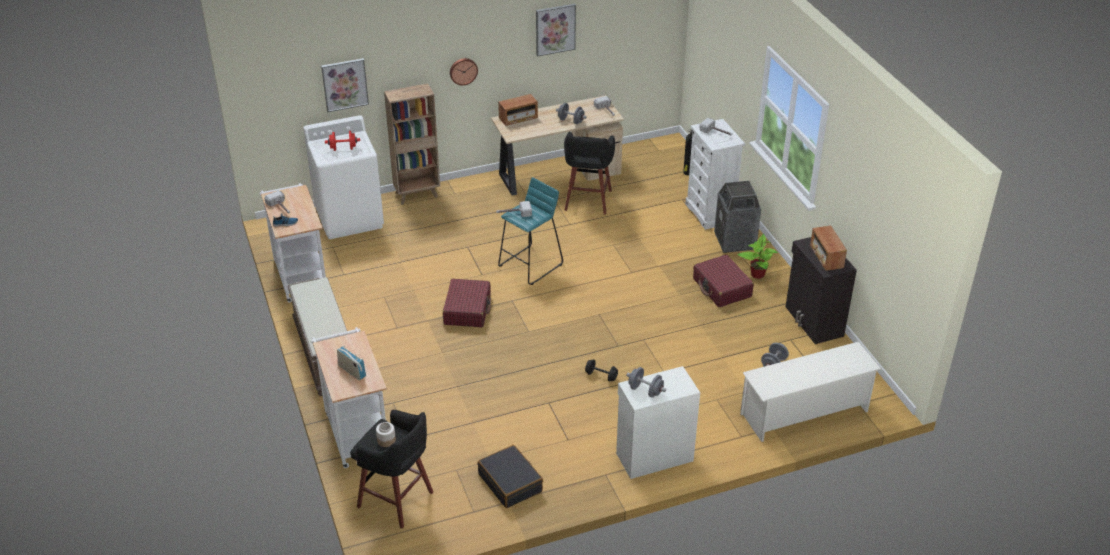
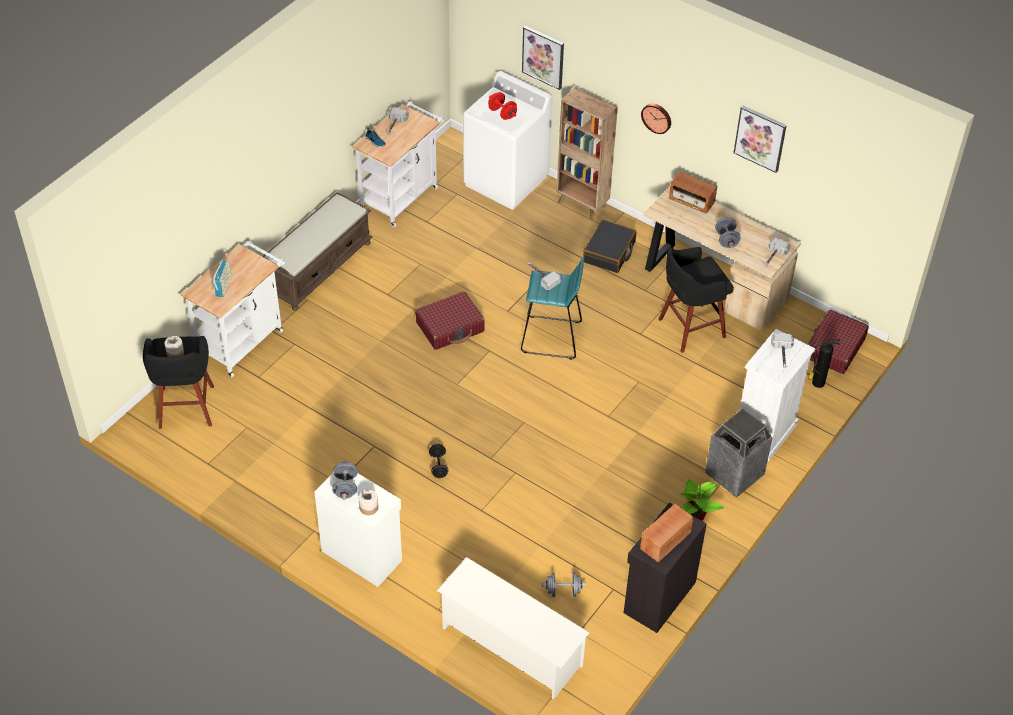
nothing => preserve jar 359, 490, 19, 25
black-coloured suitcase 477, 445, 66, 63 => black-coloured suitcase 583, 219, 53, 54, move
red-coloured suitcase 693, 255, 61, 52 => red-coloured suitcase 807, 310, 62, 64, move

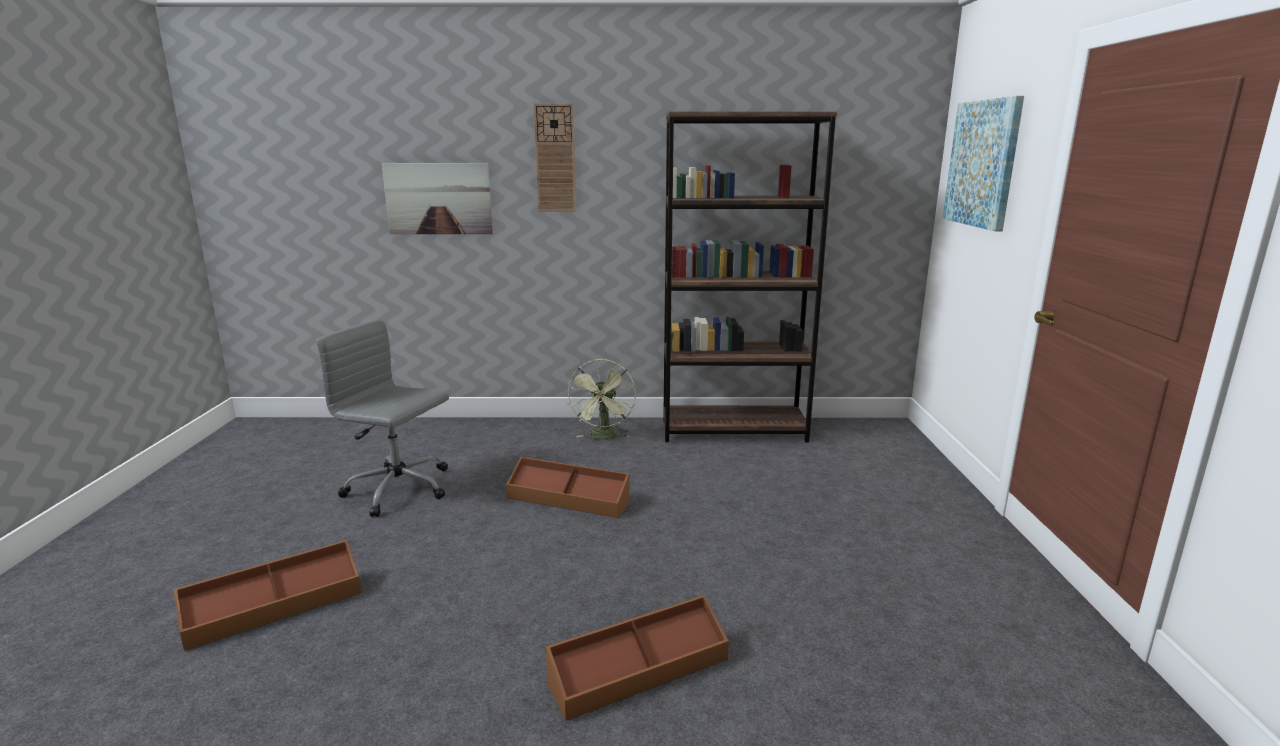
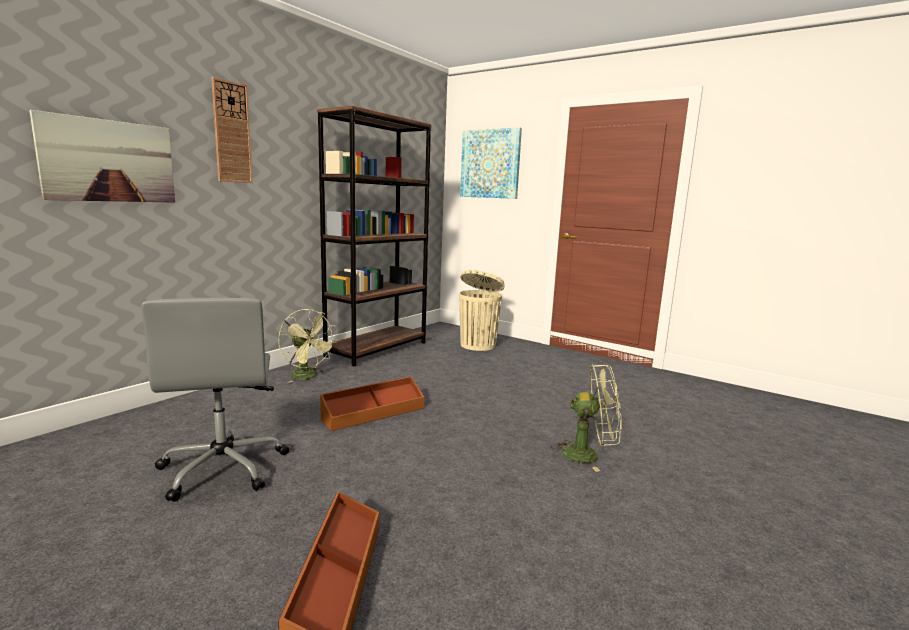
nothing => sand-coloured waste bin 459, 270, 46, 81
brown-coloured storage container 546, 595, 183, 126 => green fan 551, 364, 71, 108
gray office chair 316, 319, 133, 198 => gray office chair 141, 297, 148, 205, 75 degrees counterclockwise

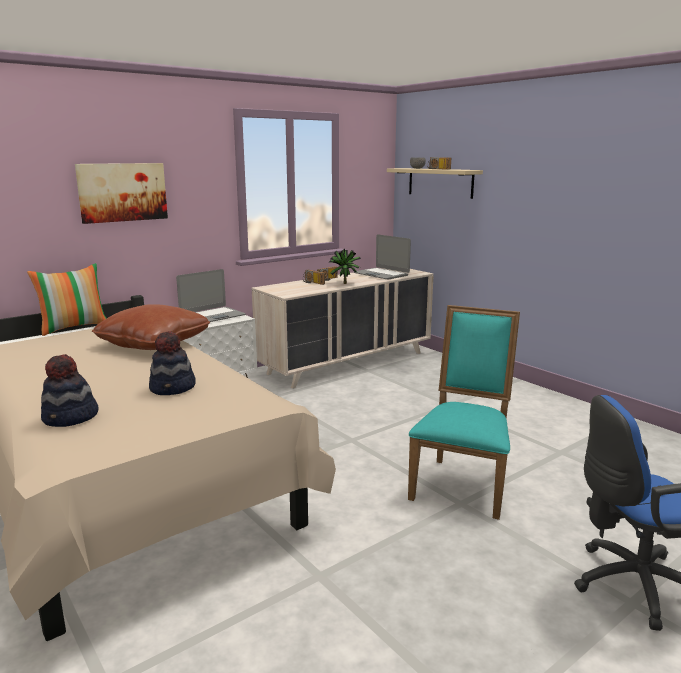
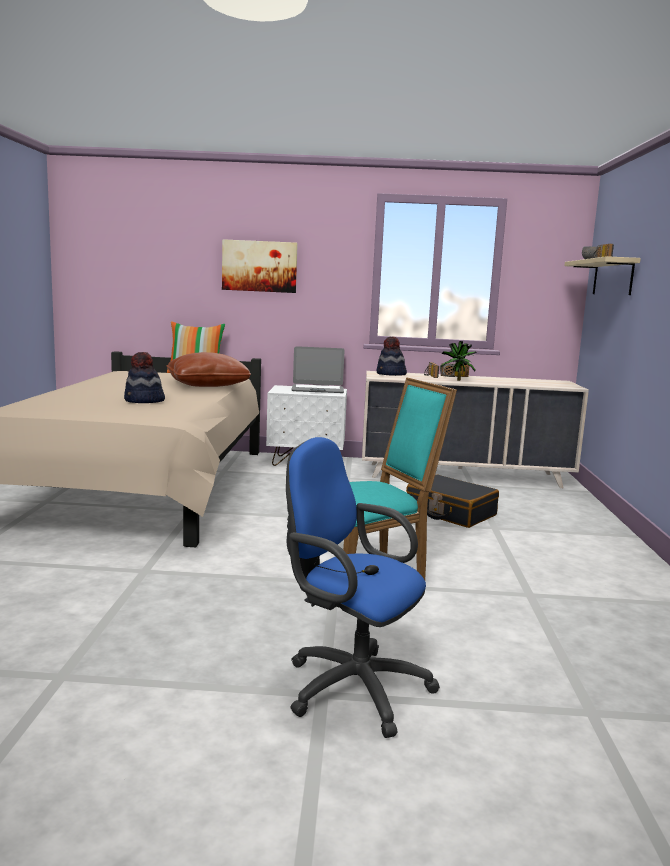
laptop 353, 234, 58, 45 => nothing
nothing => black-coloured suitcase 406, 474, 93, 54
wearable hat 41, 354, 57, 73 => wearable hat 376, 337, 31, 39, move

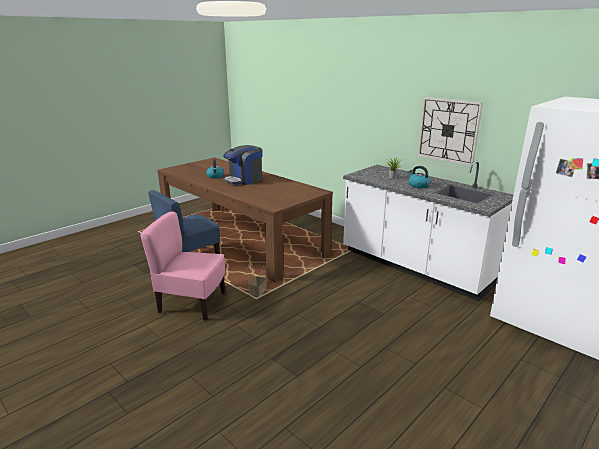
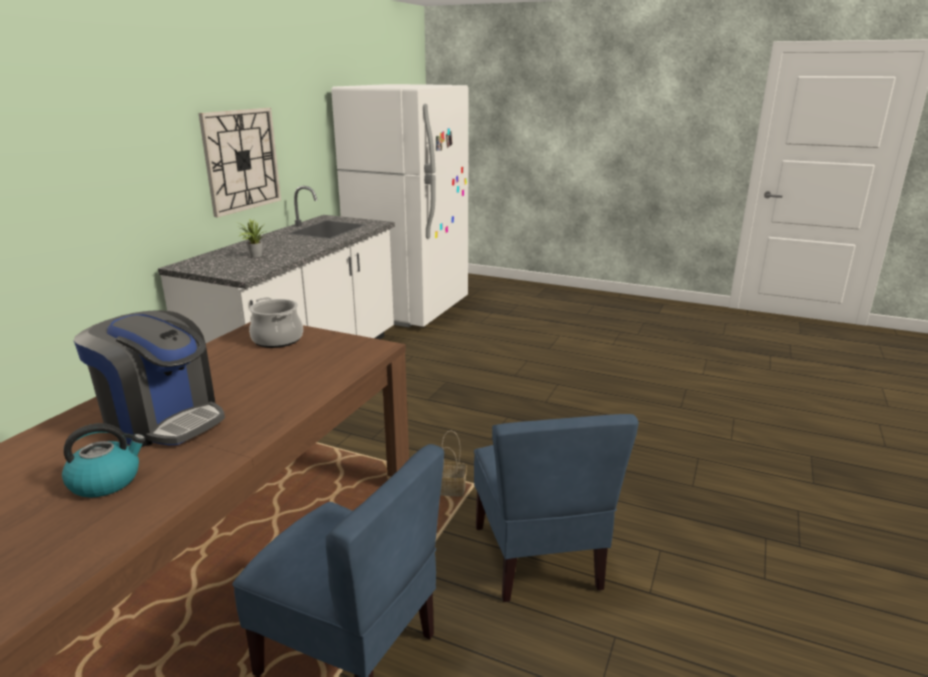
kettle 408, 166, 23, 23 => nothing
nothing => cooking pot 249, 297, 54, 51
pink-coloured upright chair 140, 211, 85, 110 => blue-coloured upright chair 474, 414, 165, 188

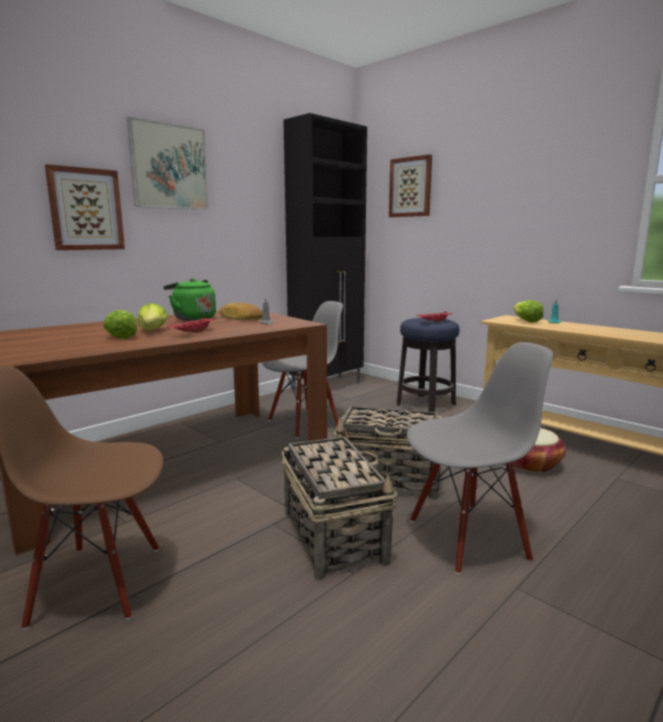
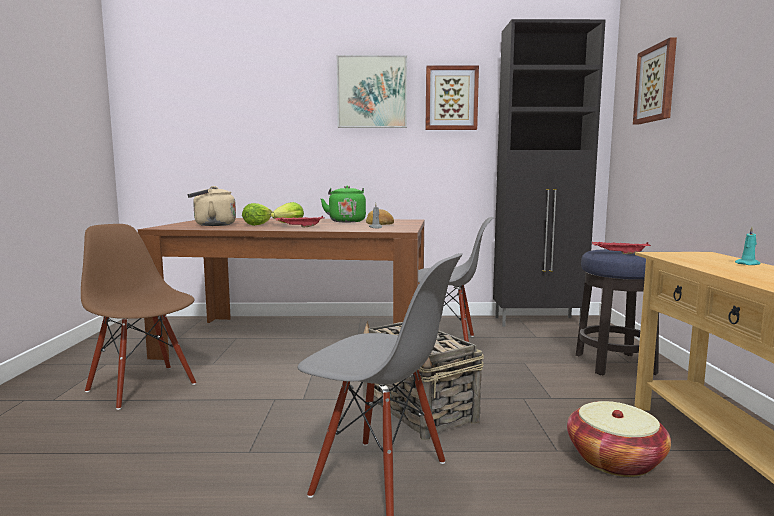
household basket 282, 429, 115, 152 => nothing
lettuce 514, 300, 29, 22 => nothing
nothing => sand-coloured kettle 187, 186, 49, 40
wall picture 45, 164, 80, 86 => wall picture 426, 65, 53, 65, move

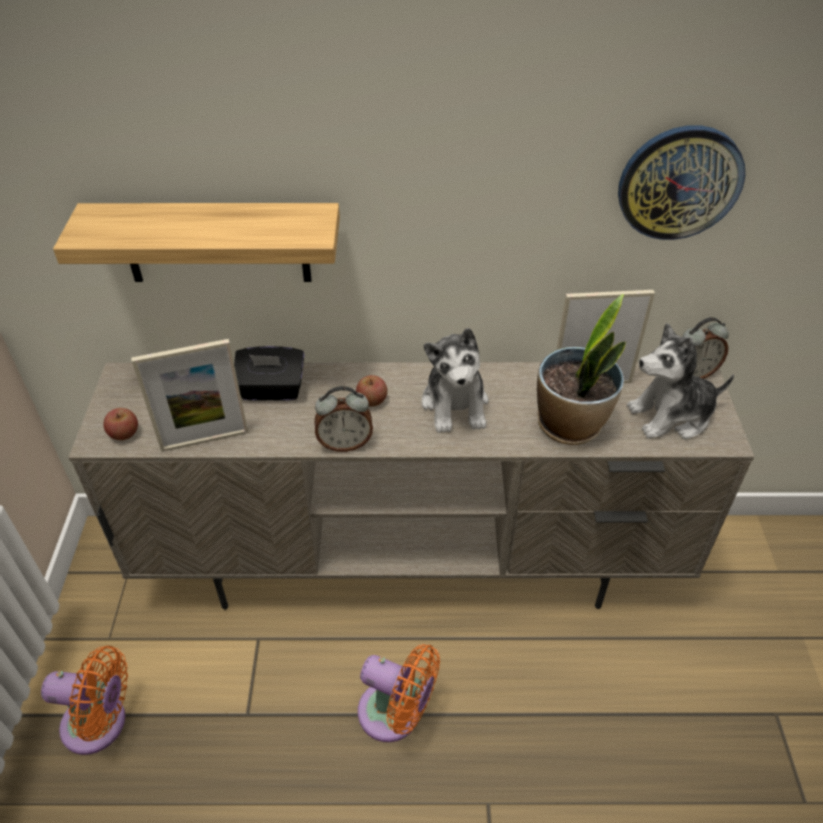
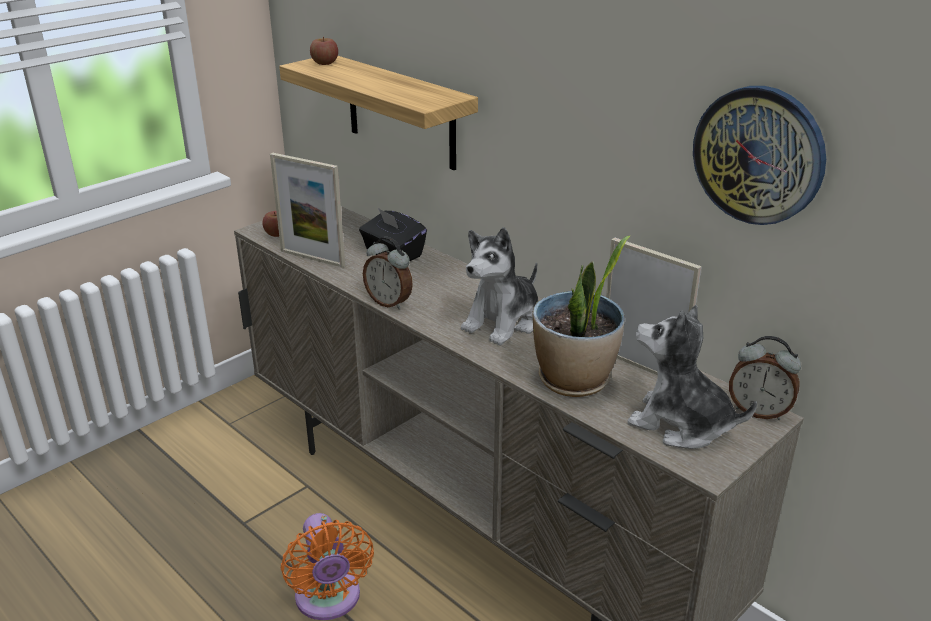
orange fan 41, 646, 87, 109 => nothing
apple 356, 375, 31, 32 => apple 310, 37, 28, 28, move

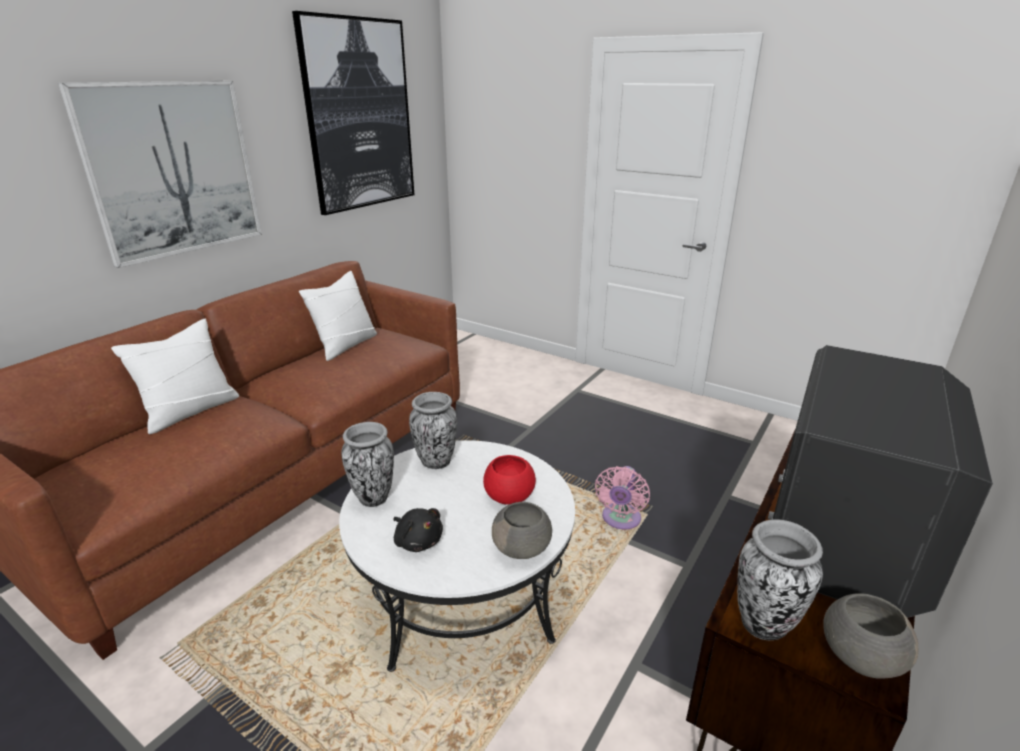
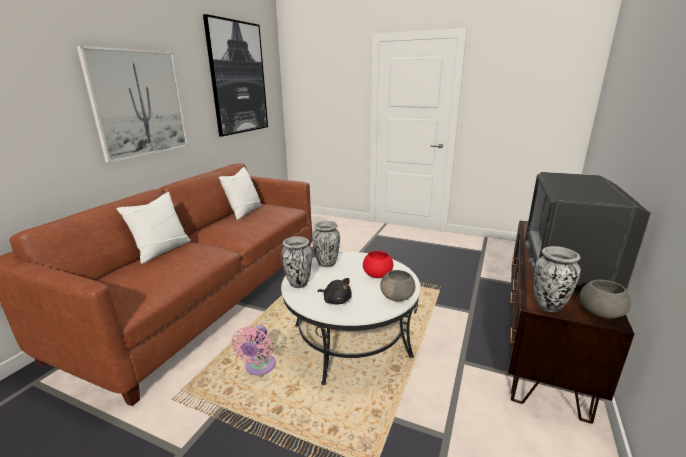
pink-coloured fan 595, 466, 55, 64 => pink-coloured fan 232, 325, 44, 50, move

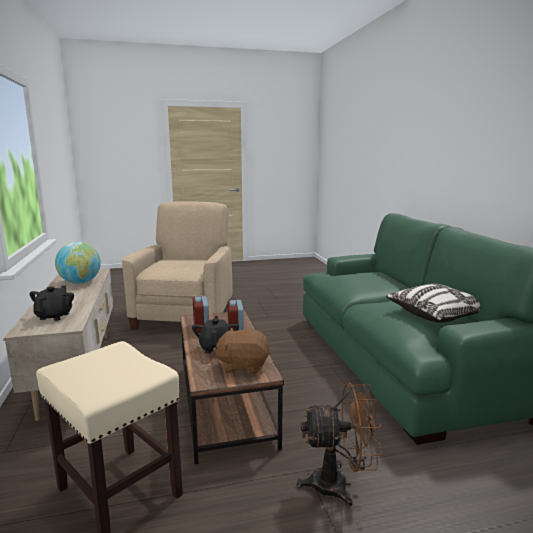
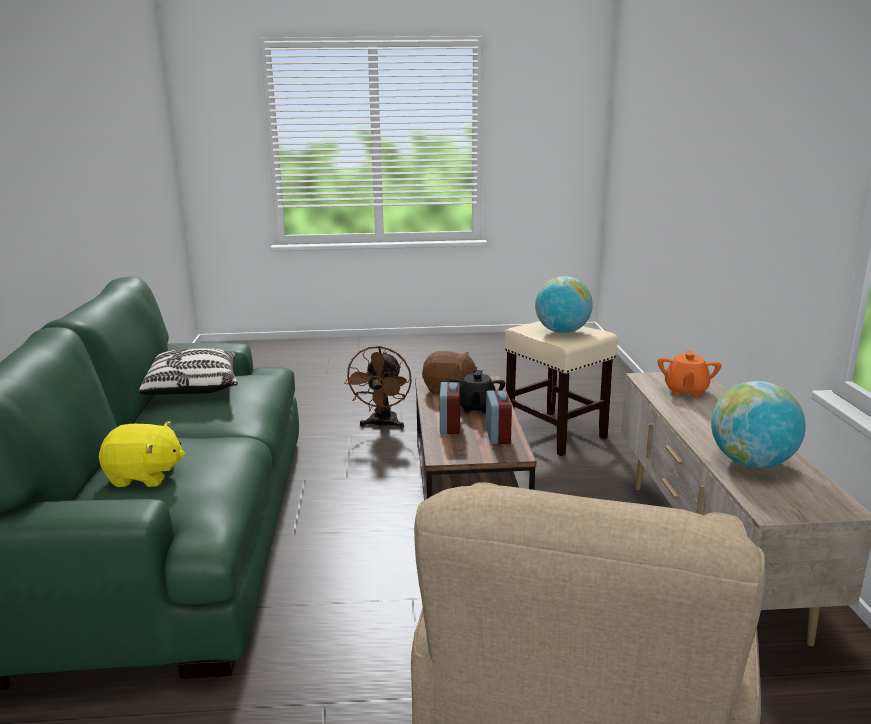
nothing => yellowish plush toy 99, 421, 86, 66
nothing => globe 535, 276, 58, 57
black-coloured teapot 30, 286, 44, 35 => orange teapot 658, 351, 63, 46
brown-coloured fan 296, 382, 86, 126 => brown-coloured fan 344, 346, 68, 83, 90 degrees counterclockwise

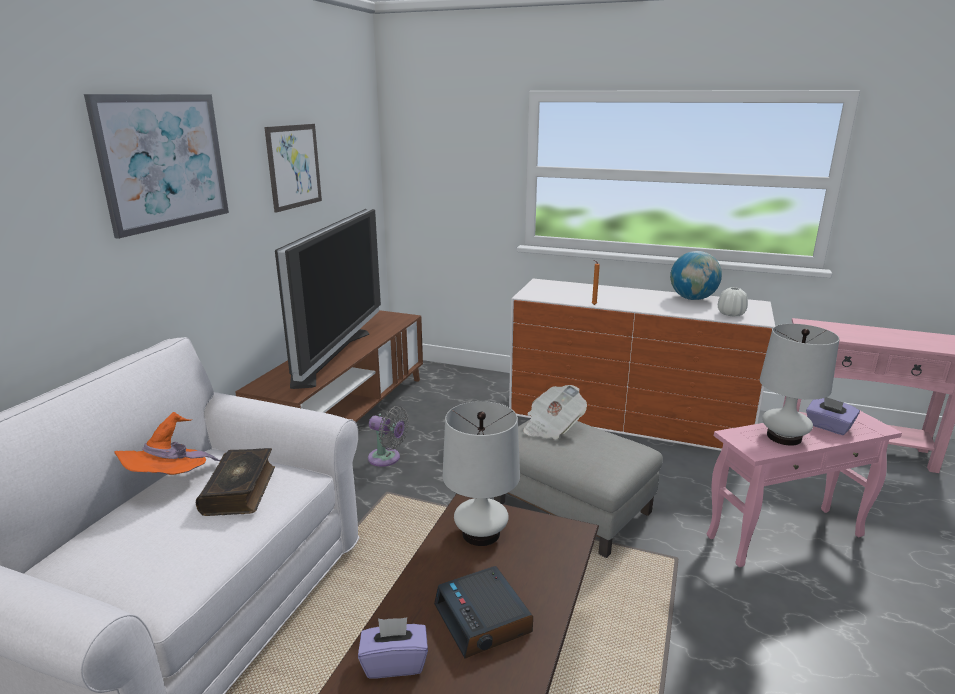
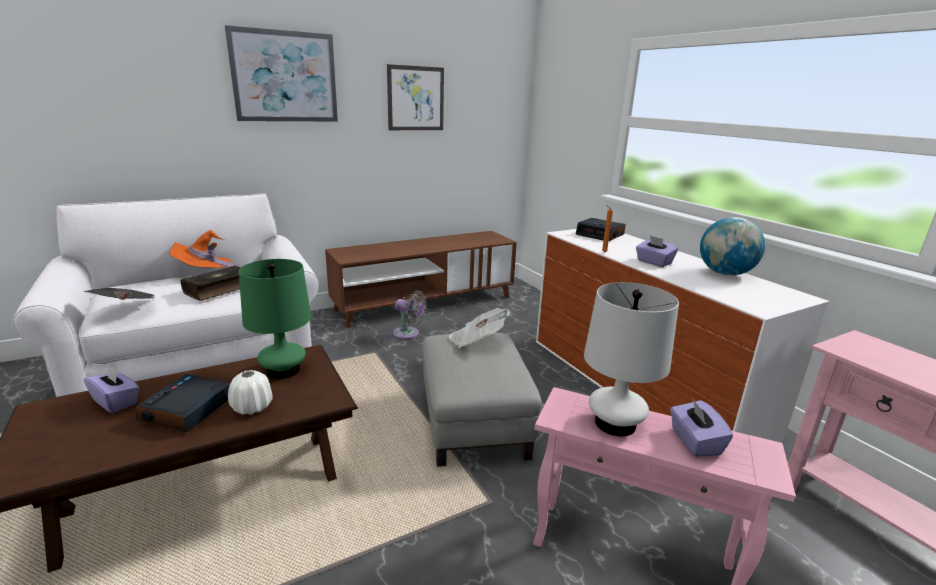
TV set 275, 209, 106, 180 => nothing
nothing => newspaper 84, 288, 73, 12
nothing => table clock 576, 218, 50, 23
nothing => purplish tissue box 636, 235, 42, 32
white-coloured flower vase 718, 287, 30, 30 => white-coloured flower vase 228, 370, 45, 45, move
white-coloured tabletop lamp 443, 401, 77, 145 => green tabletop lamp 239, 259, 72, 120
gray fan 368, 406, 41, 61 => gray fan 393, 291, 34, 49, 45 degrees counterclockwise

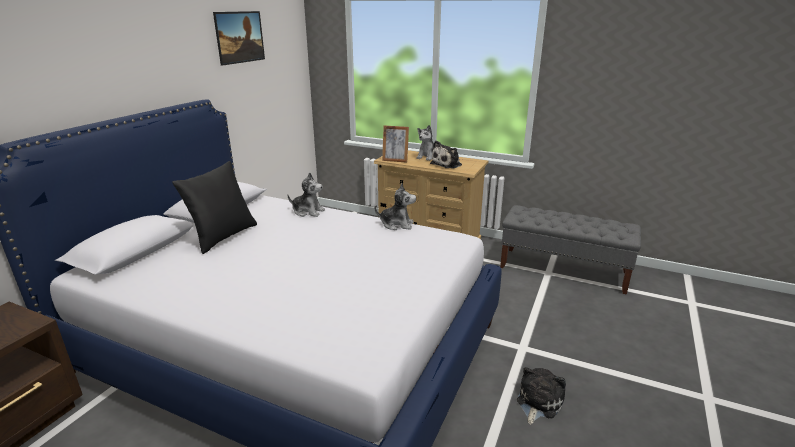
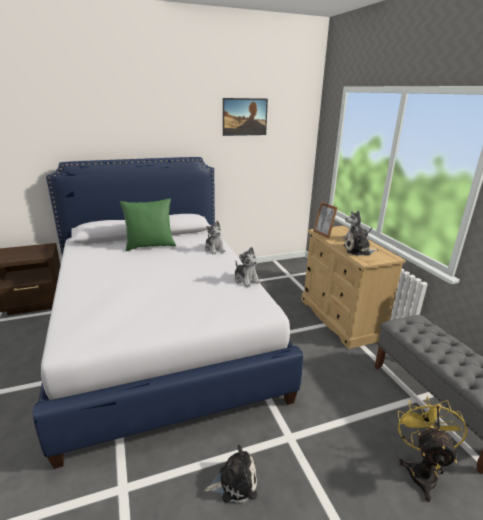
nothing => yellowish fan 398, 396, 69, 106
black-coloured cushion 172, 161, 85, 93 => green cushion 120, 199, 56, 52

